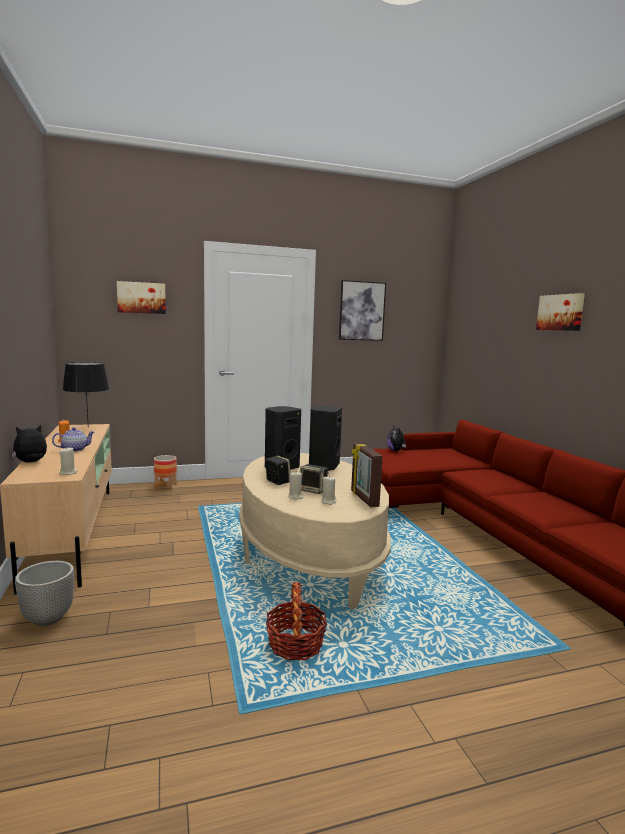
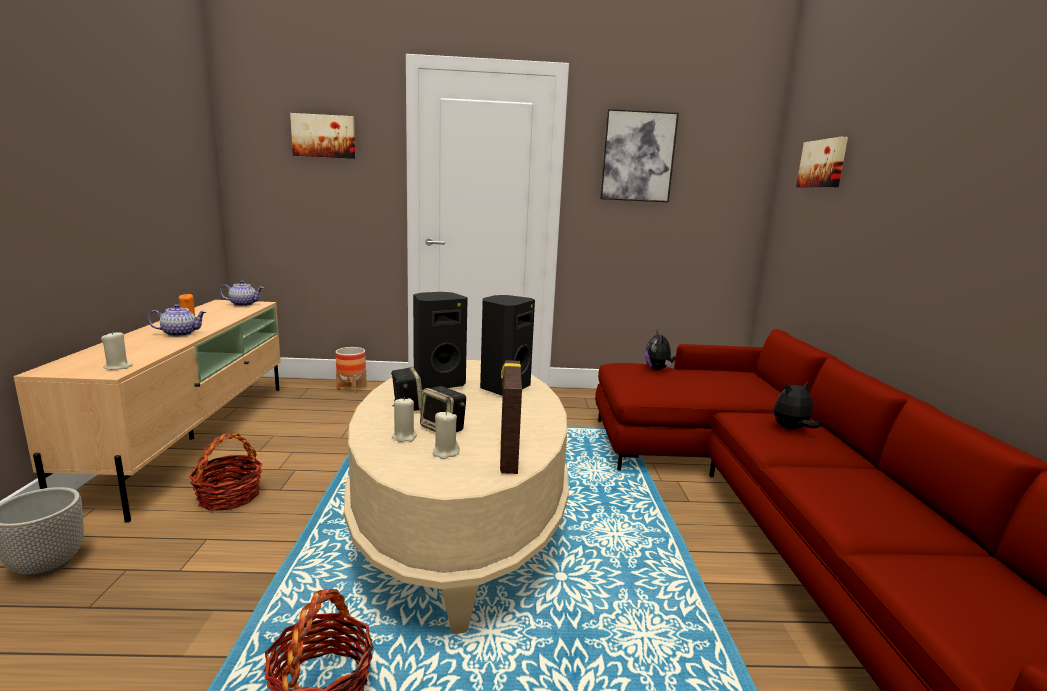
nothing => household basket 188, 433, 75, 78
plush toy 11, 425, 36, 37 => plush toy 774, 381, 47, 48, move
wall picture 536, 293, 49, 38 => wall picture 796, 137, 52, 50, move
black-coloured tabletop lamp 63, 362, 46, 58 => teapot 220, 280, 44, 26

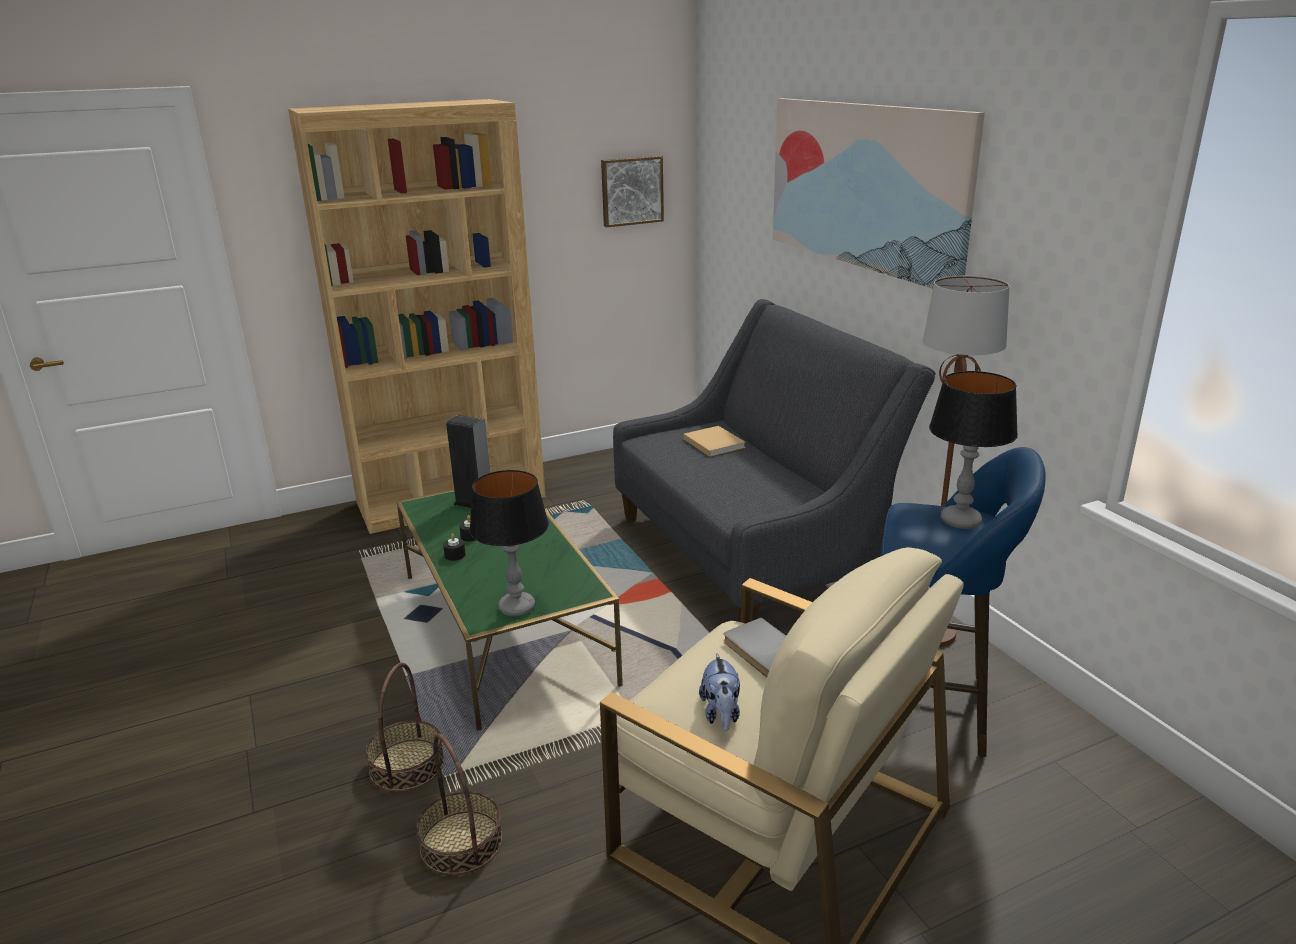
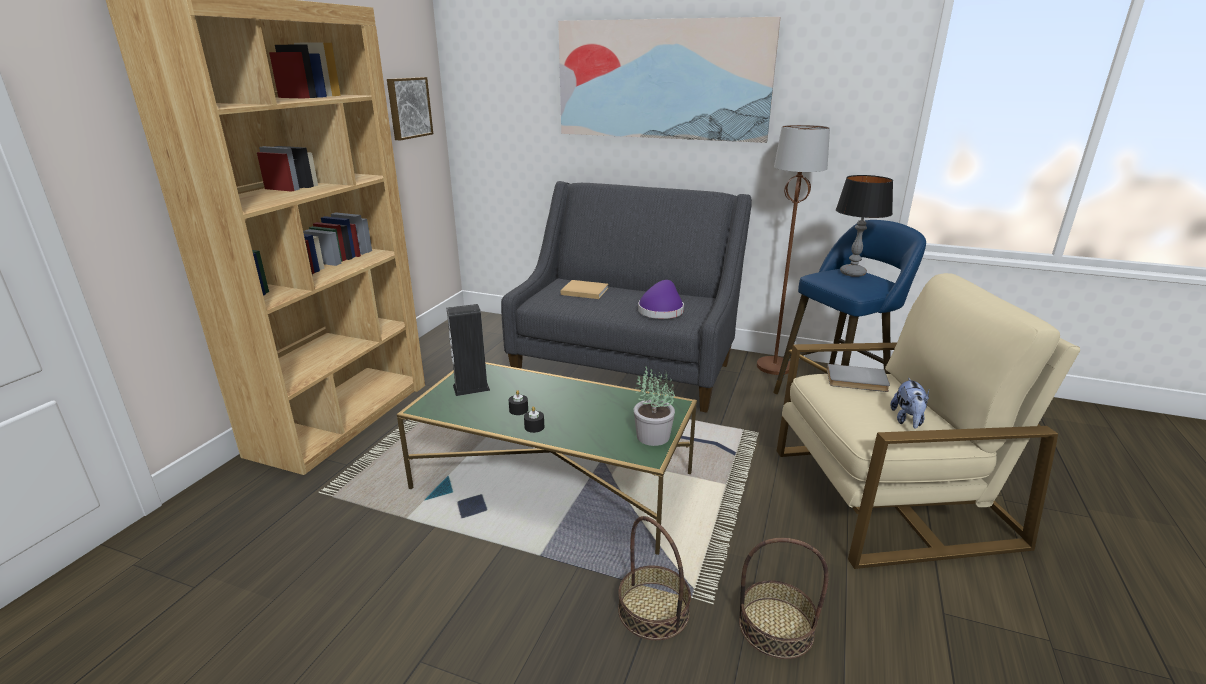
nothing => purplish wearable hat 638, 280, 46, 39
tabletop lamp 469, 470, 80, 146 => potted plant 634, 366, 41, 80
plush toy 699, 653, 41, 78 => plush toy 890, 378, 39, 51, 60 degrees clockwise

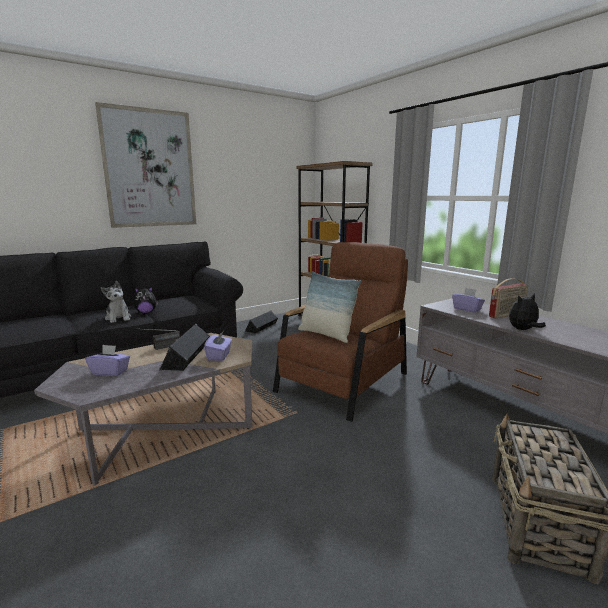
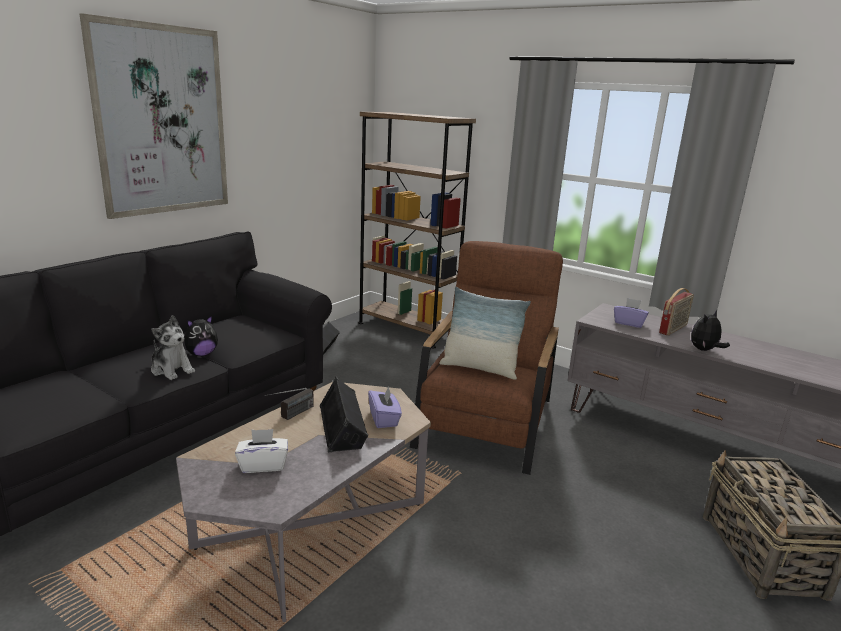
purplish tissue box 85, 345, 45, 31 => white-coloured tissue box 235, 429, 53, 44

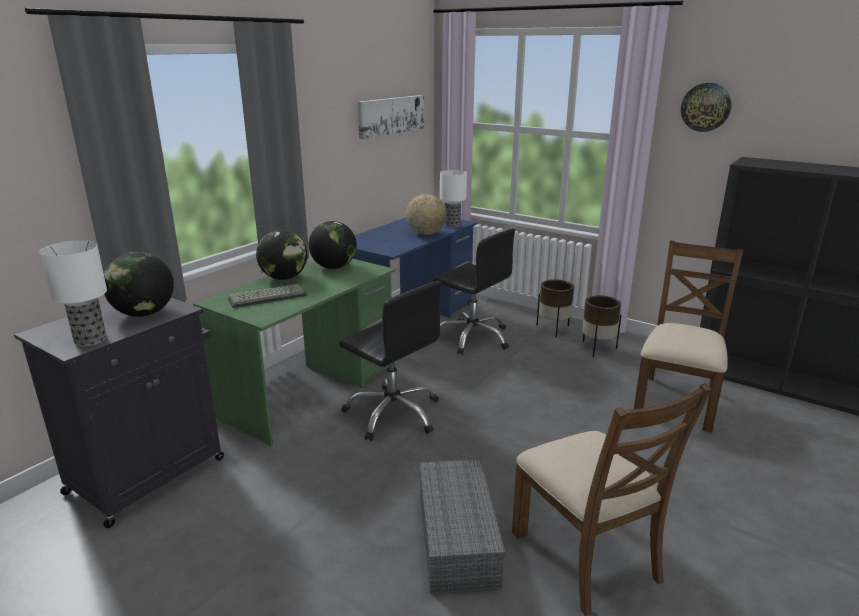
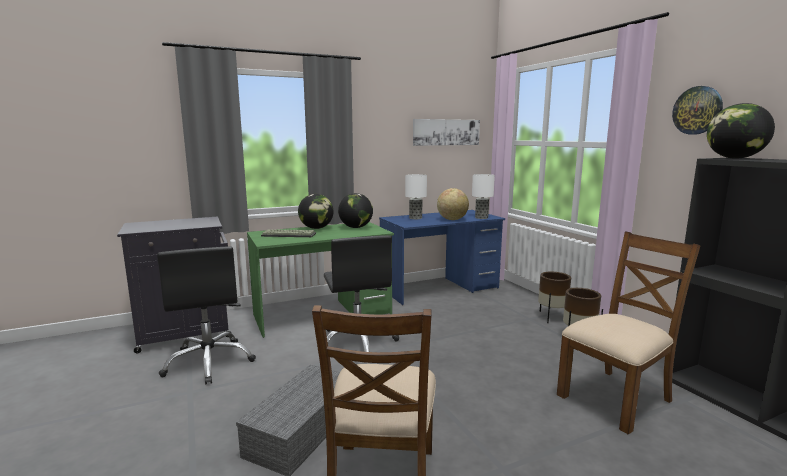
tabletop lamp 39, 240, 68, 106 => tabletop lamp 405, 174, 22, 45, move
globe 104, 252, 70, 65 => globe 707, 103, 68, 56, move
black-coloured office chair 434, 228, 81, 127 => black-coloured office chair 157, 246, 99, 138, move

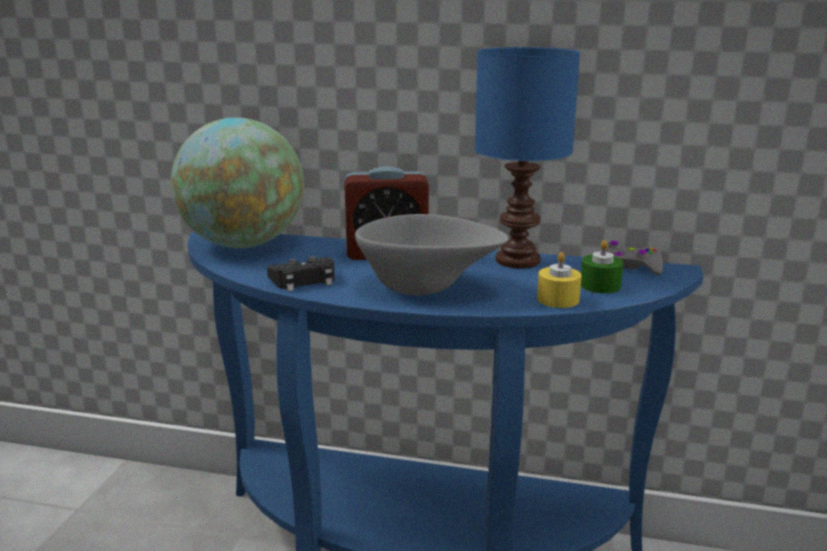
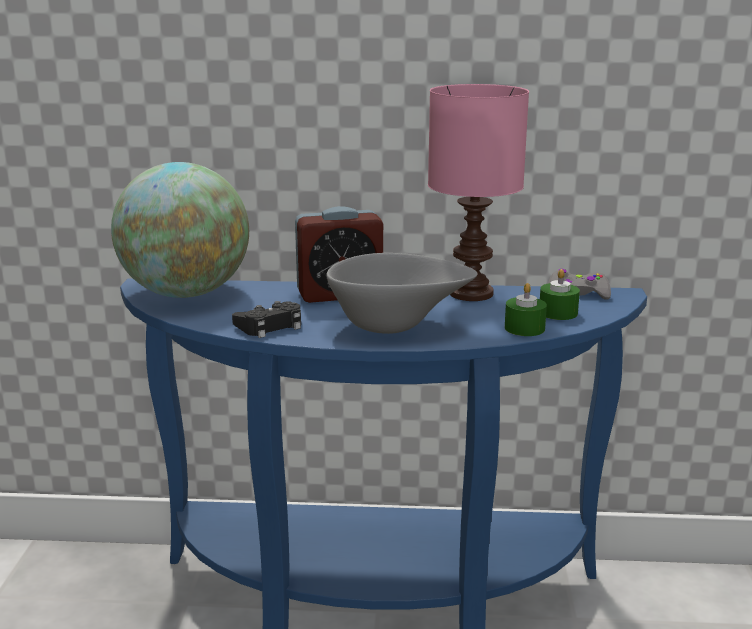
blue-coloured tabletop lamp 475, 47, 105, 221 => pink-coloured tabletop lamp 428, 84, 101, 217
yellowish candle 537, 252, 45, 56 => green candle 505, 283, 42, 53

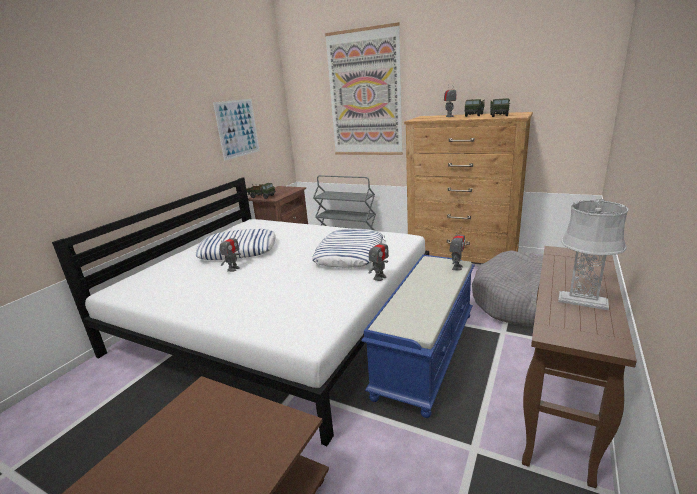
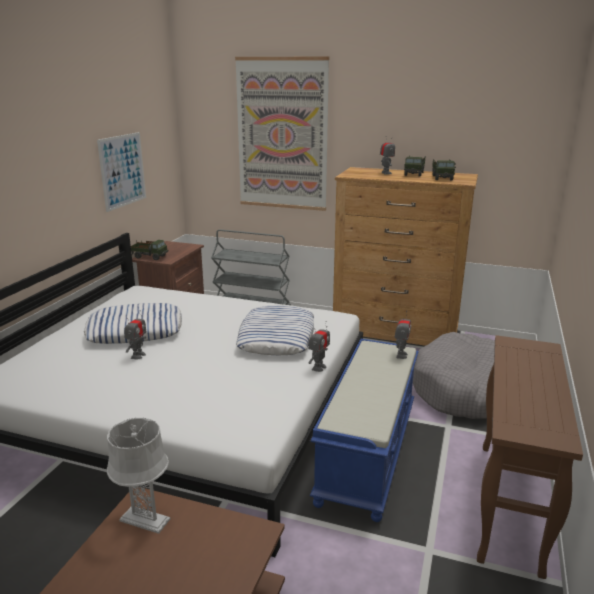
gray tabletop lamp 558, 199, 70, 111 => gray tabletop lamp 107, 418, 63, 116, move

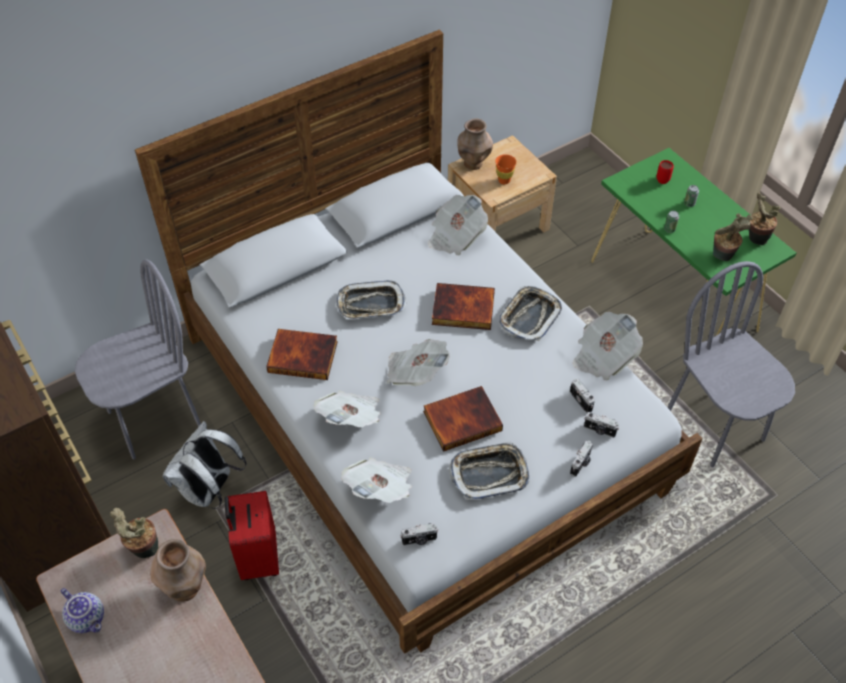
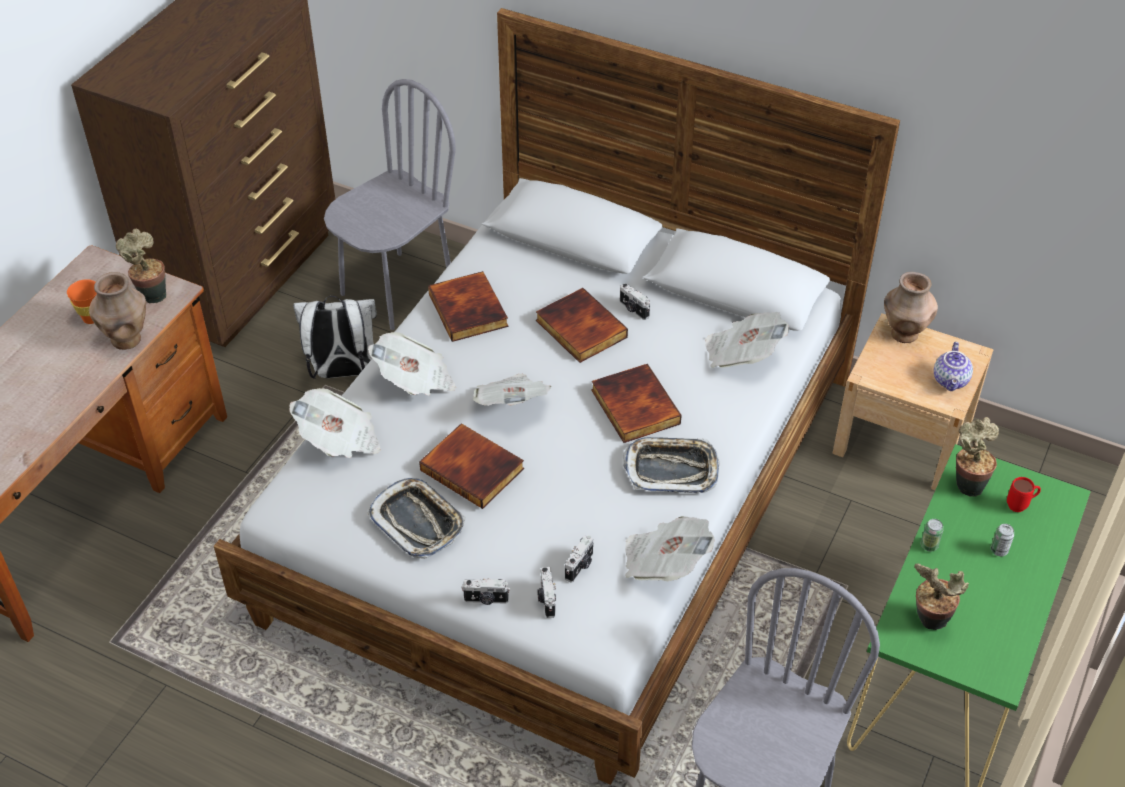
red-coloured suitcase 225, 491, 54, 89 => nothing
teapot 61, 588, 43, 45 => teapot 934, 342, 39, 49, move
still camera 400, 523, 38, 23 => still camera 620, 283, 30, 37, move
orange small cup 495, 154, 21, 30 => orange small cup 67, 279, 30, 45, move
potted plant 749, 193, 32, 52 => potted plant 956, 417, 43, 80, move
tray 337, 280, 69, 39 => book 536, 288, 92, 75
gray upright chair 75, 259, 126, 201 => gray upright chair 324, 79, 132, 251, 75 degrees counterclockwise

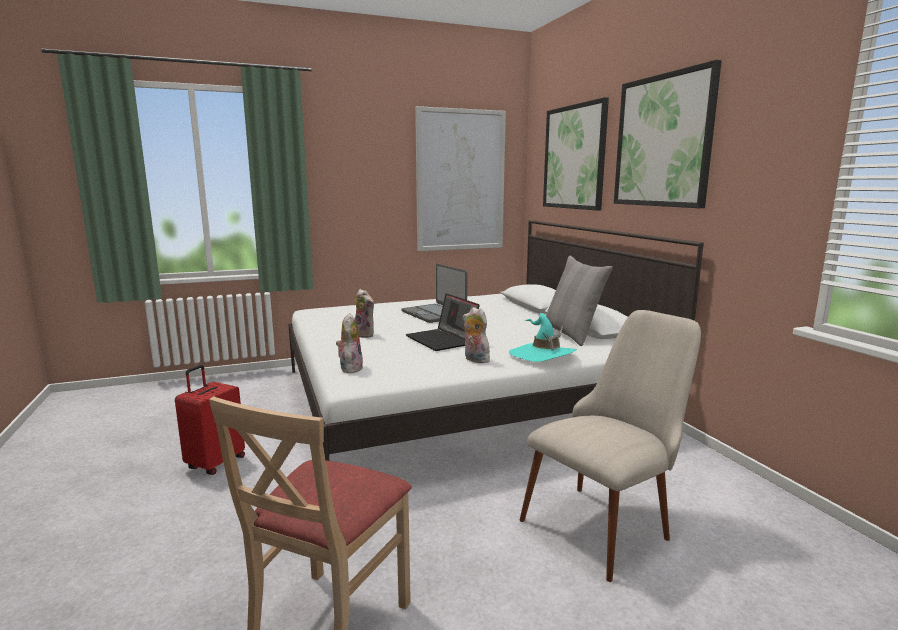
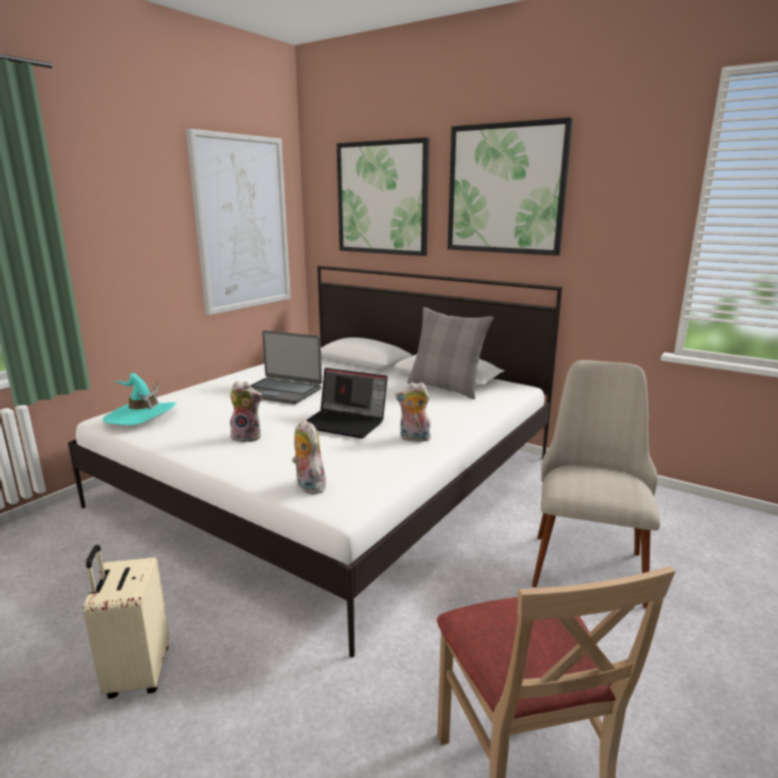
turquoise-coloured wearable hat 509, 313, 68, 49 => turquoise-coloured wearable hat 103, 373, 74, 52, move
red-coloured suitcase 175, 365, 70, 110 => sand-coloured suitcase 83, 545, 86, 154

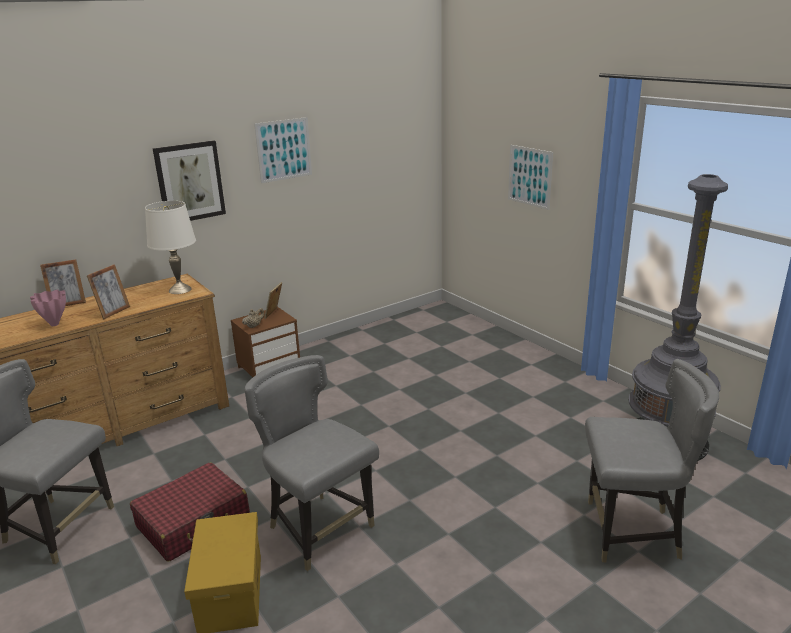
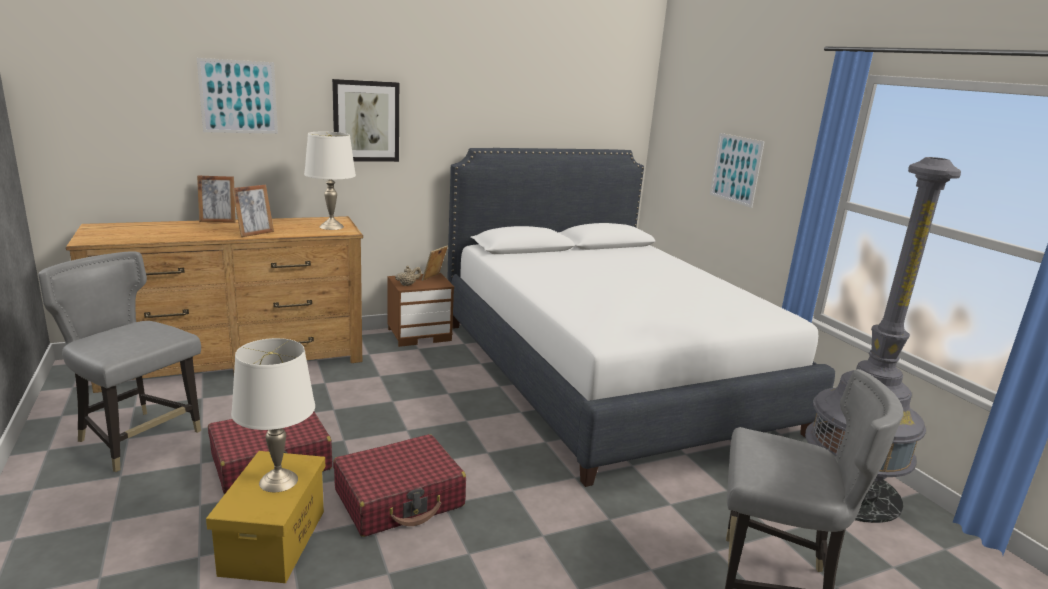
pink-coloured flower vase 30, 289, 36, 37 => nothing
nothing => white-coloured tabletop lamp 231, 338, 84, 154
nothing => white-coloured bed 447, 148, 388, 339
wall picture 254, 117, 58, 66 => wall picture 197, 58, 81, 76, move
gray upright chair 245, 355, 134, 216 => red-coloured suitcase 333, 434, 133, 103

